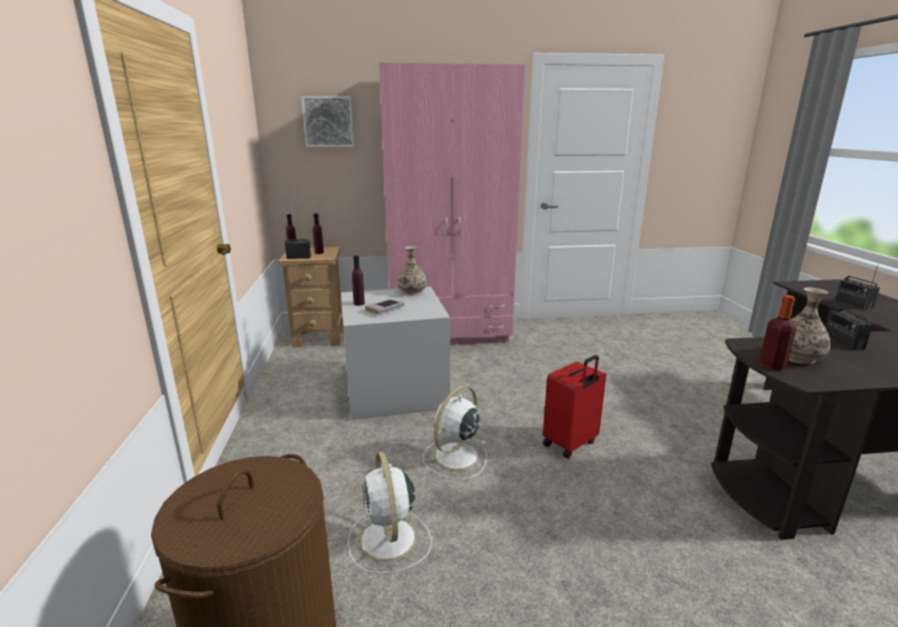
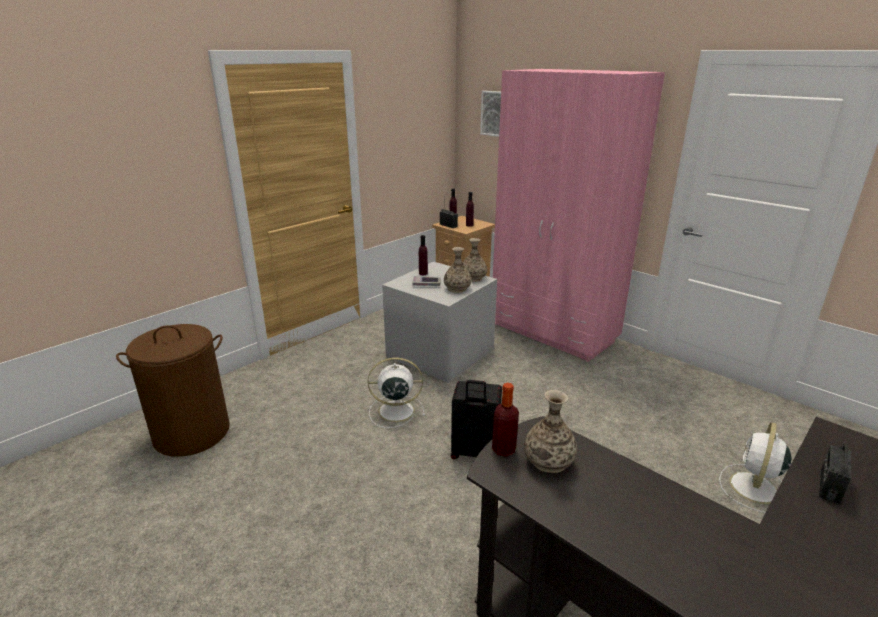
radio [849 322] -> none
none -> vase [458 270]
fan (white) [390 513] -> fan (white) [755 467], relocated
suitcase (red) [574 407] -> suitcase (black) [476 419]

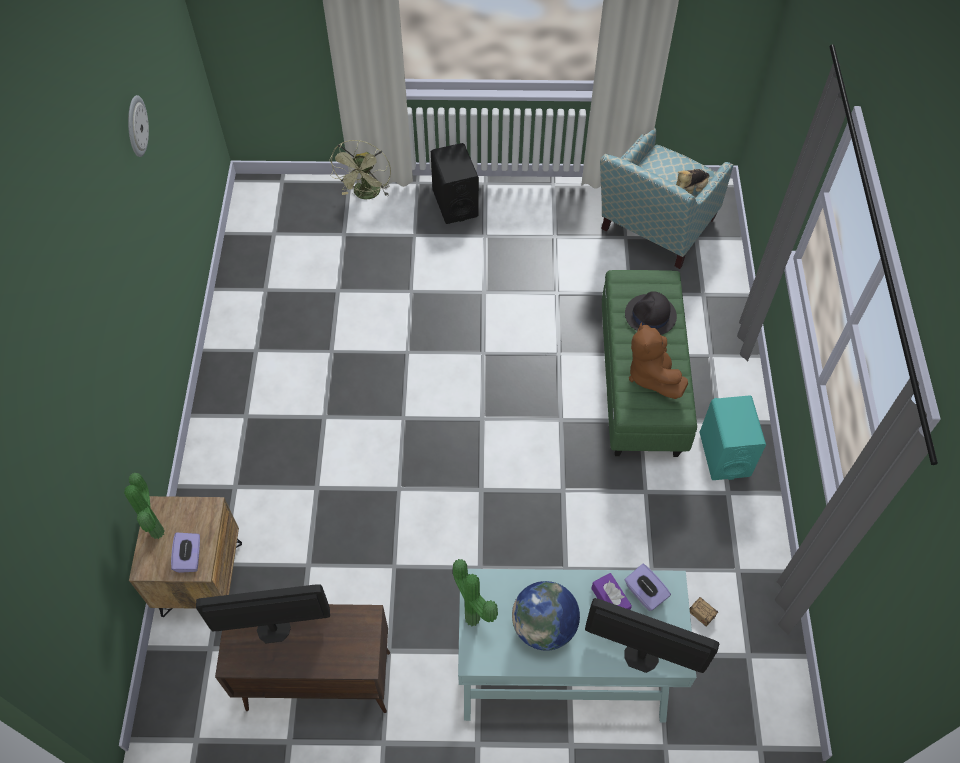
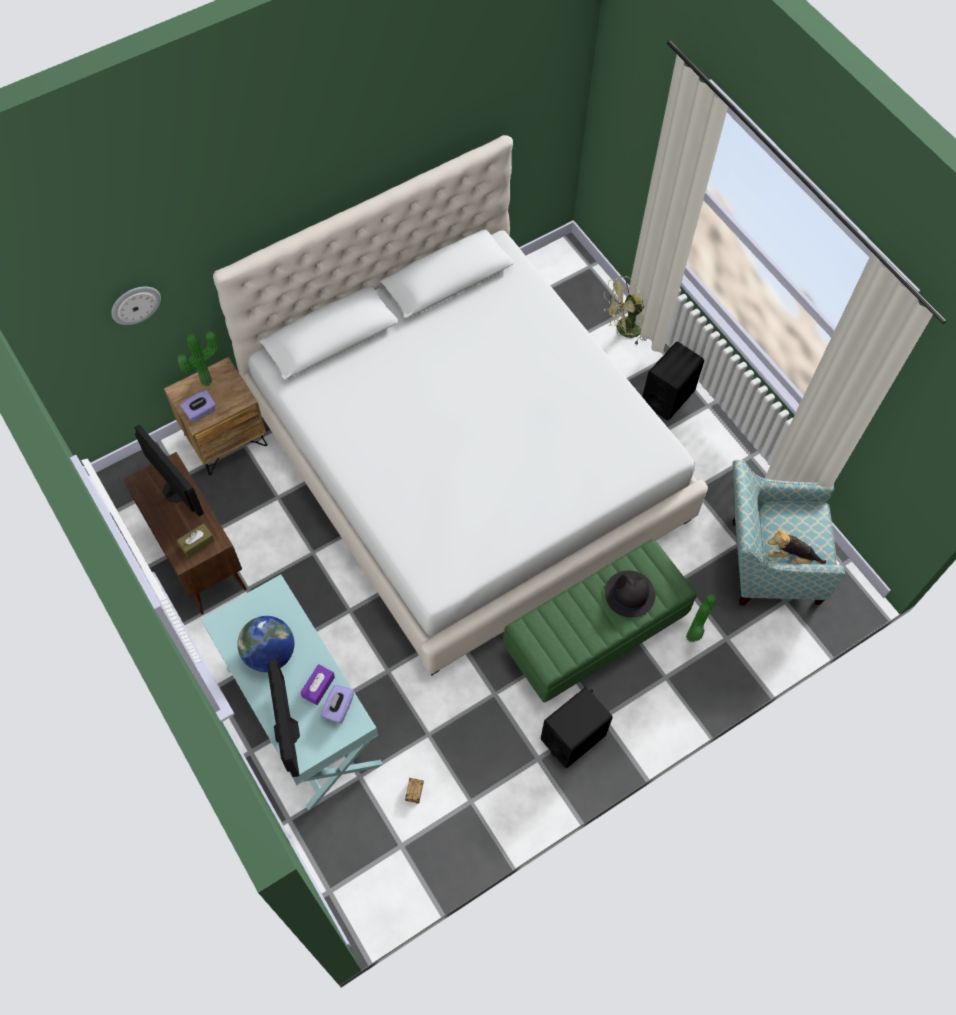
plush toy (brown) [658 361] -> none
none -> tissue box (brown) [196 540]
none -> bed (white) [460 405]
wall clock [138 126] -> wall clock [136 306], relocated
potted plant [475 592] -> potted plant [701 618], relocated
speaker (turquoise) [732 437] -> speaker (black) [577 728]

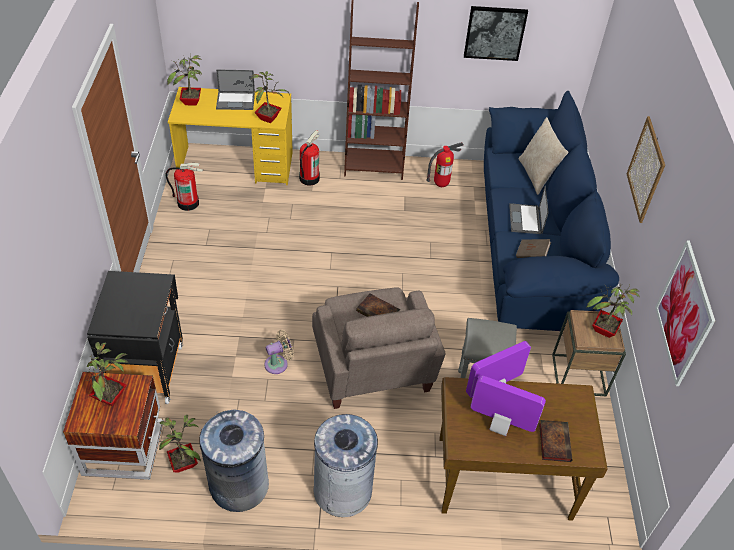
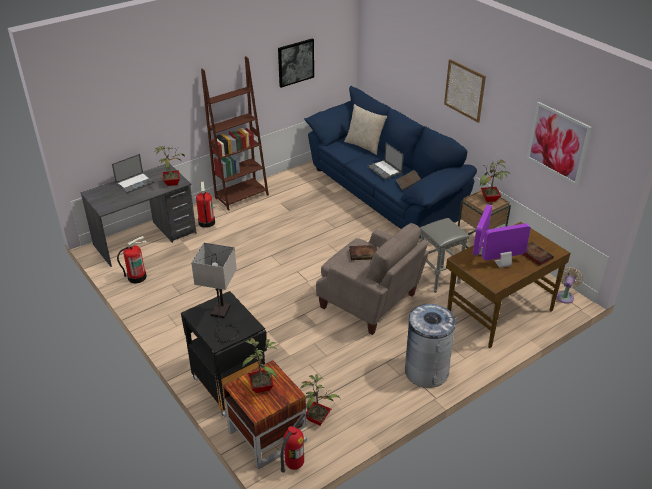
potted plant [184 80] -> none
trash can (grey) [234 461] -> none
none -> table lamp [215 293]
fan (beige) [279 352] -> fan (beige) [570 285], relocated
fire extinguisher [444 164] -> fire extinguisher [292 443], relocated
desk (yellow) [230 136] -> desk (grey) [138 215]

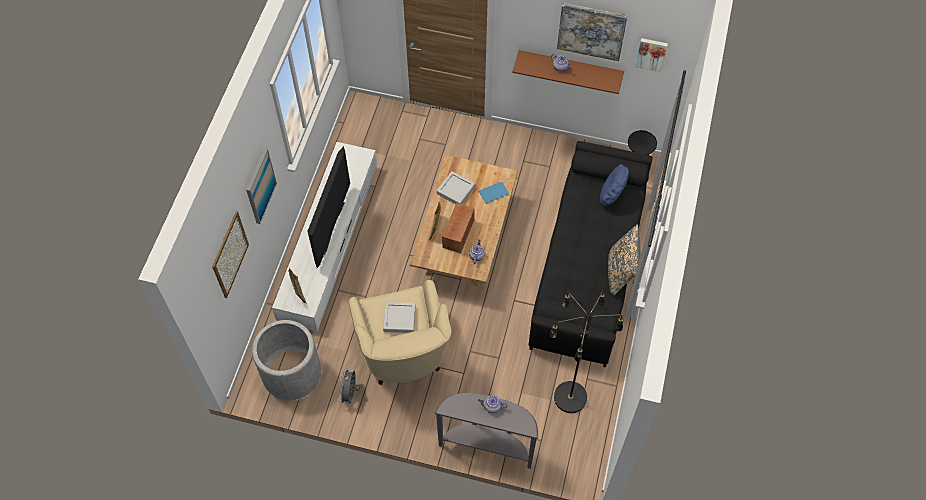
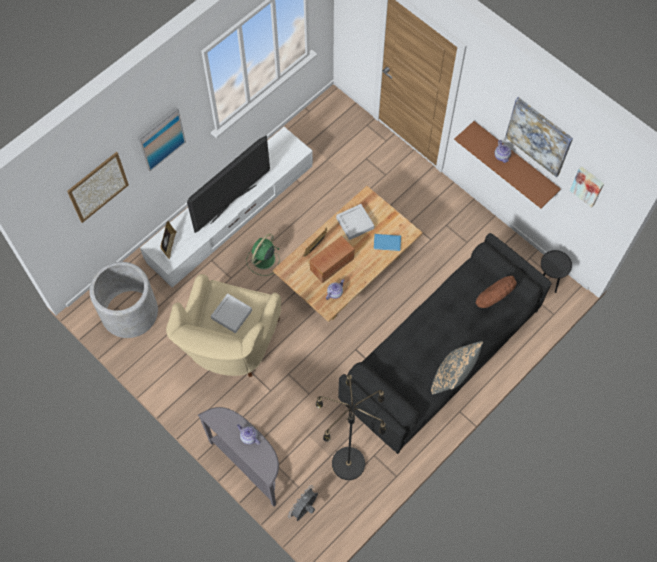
none -> fan (green) [263 255]
fan (grey) [349 386] -> fan (grey) [303 503], relocated
pillow (blue) [614 185] -> pillow (brown) [496 292]

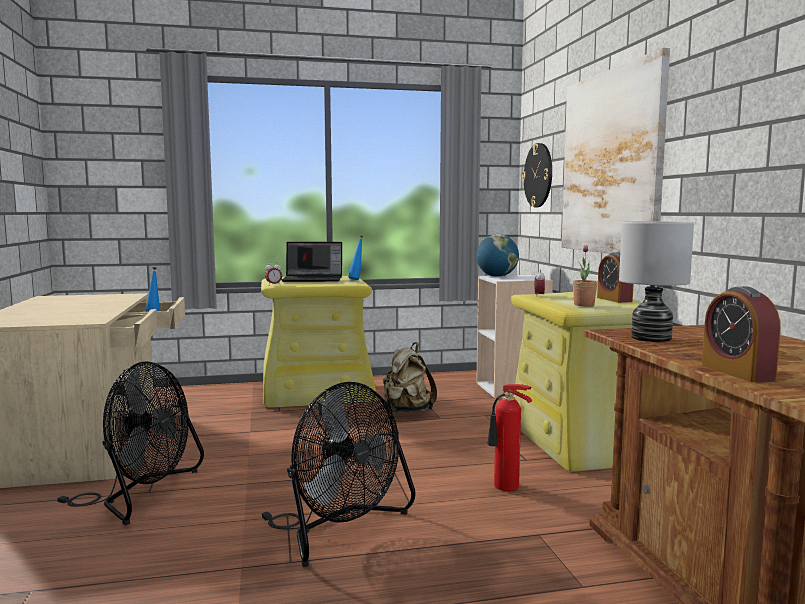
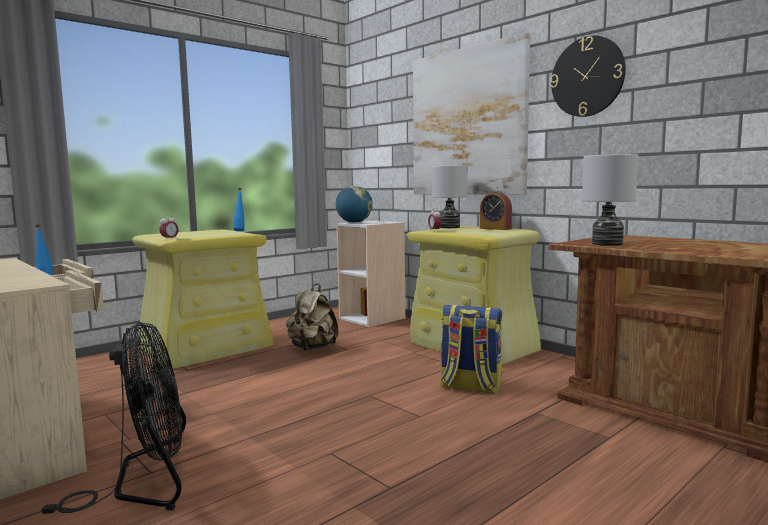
fan (black) [338 474] -> none
laptop [312 262] -> none
potted plant [585 275] -> none
alarm clock [741 334] -> none
none -> table lamp (grey) [449 196]
wall clock [537 175] -> wall clock [588 76], relocated
fire extinguisher [510 437] -> backpack [471 349]

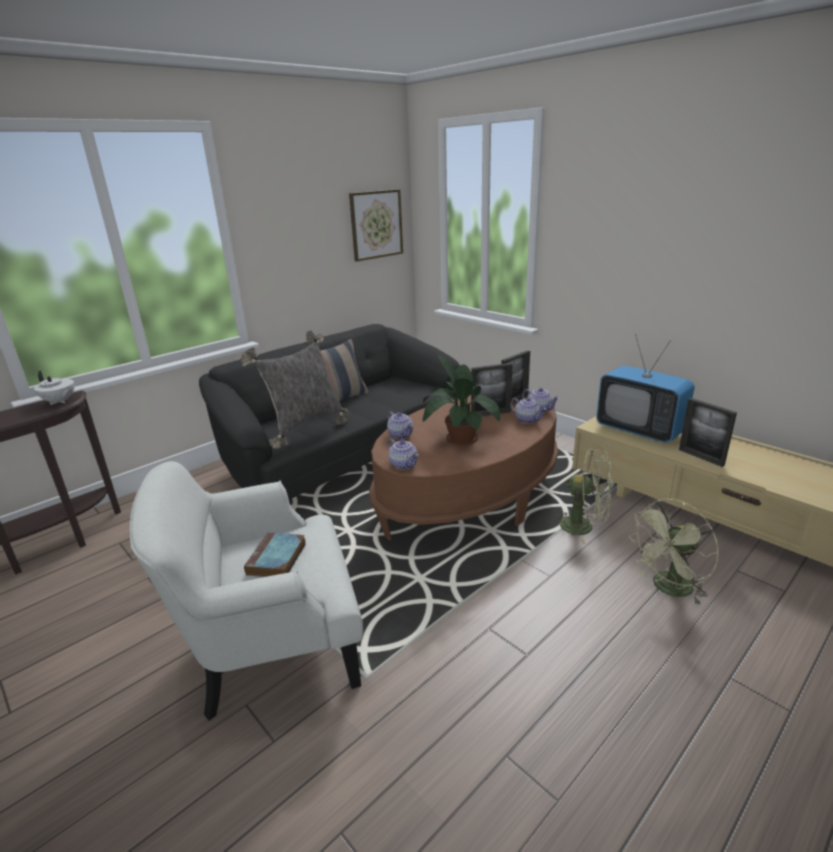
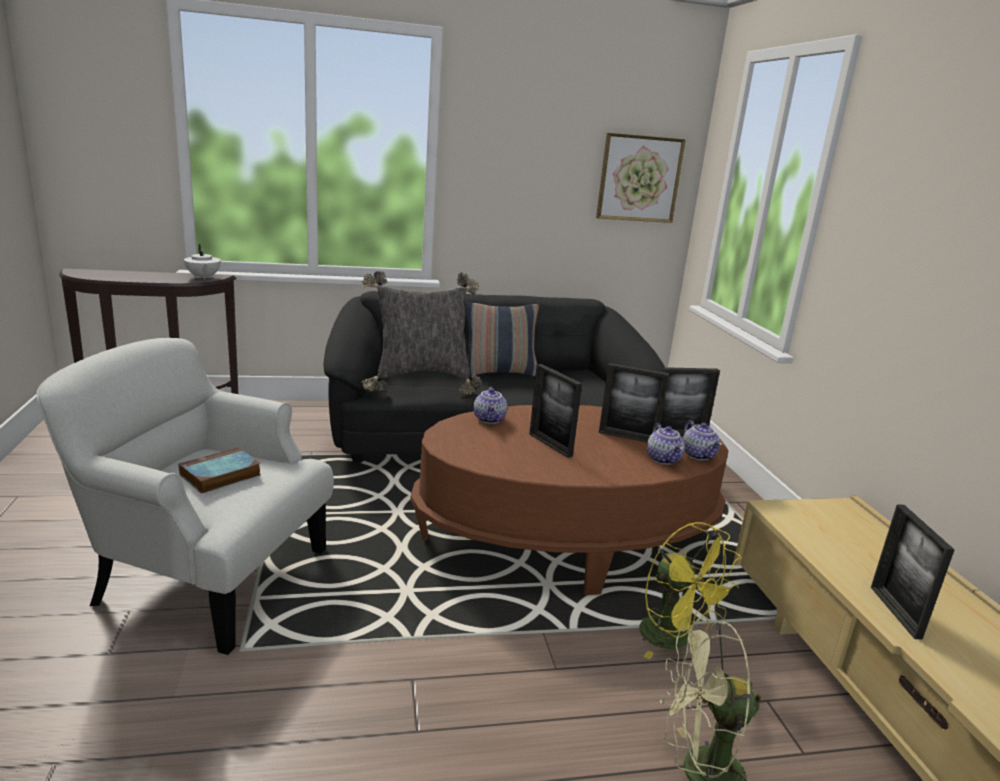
teapot [403 454] -> none
television [645 388] -> none
potted plant [461 400] -> picture frame [556 411]
fan (green) [584 496] -> fan (yellow) [690 590]

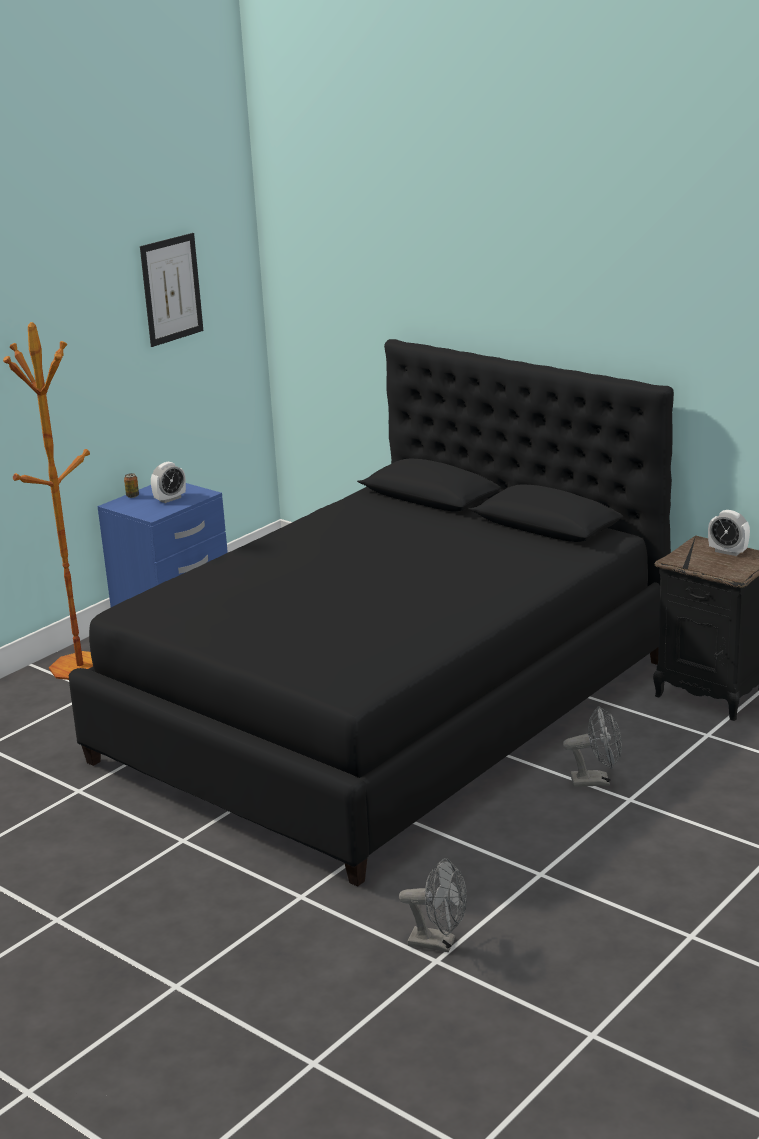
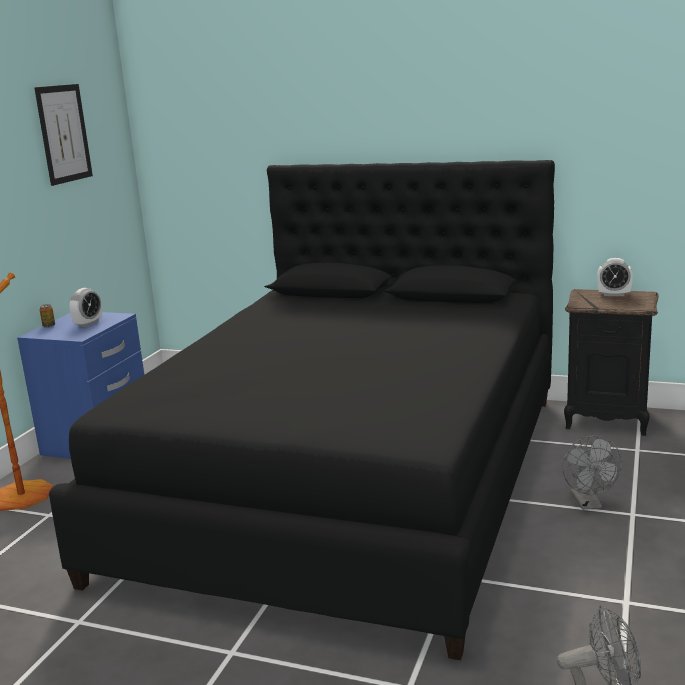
fan (grey) [592 746] -> fan (grey) [592 473], 105 degrees clockwise

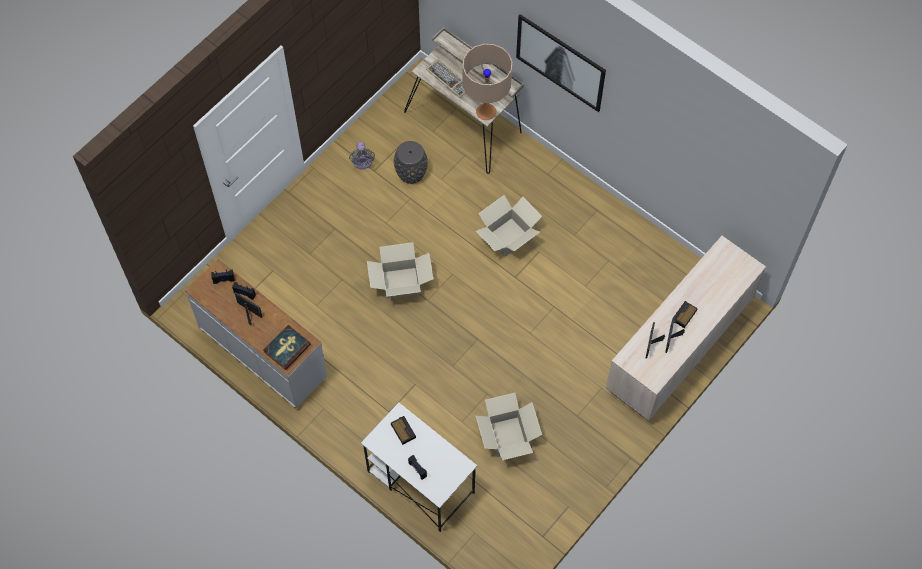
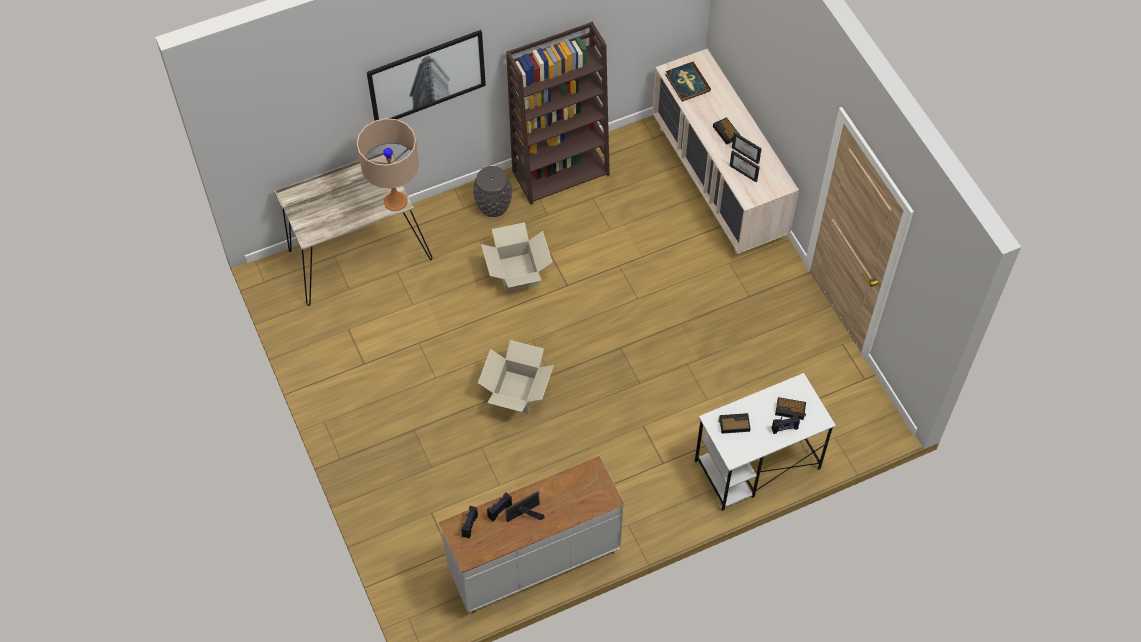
fan (grey) [362 155] -> none
keyboard [445 77] -> none
cardboard box [509 426] -> none
none -> bookcase (brown) [558 113]
none -> alarm clock [790 408]
book [287 347] -> book [688 82], relocated
stool (grey) [411 162] -> stool (grey) [492 191], relocated

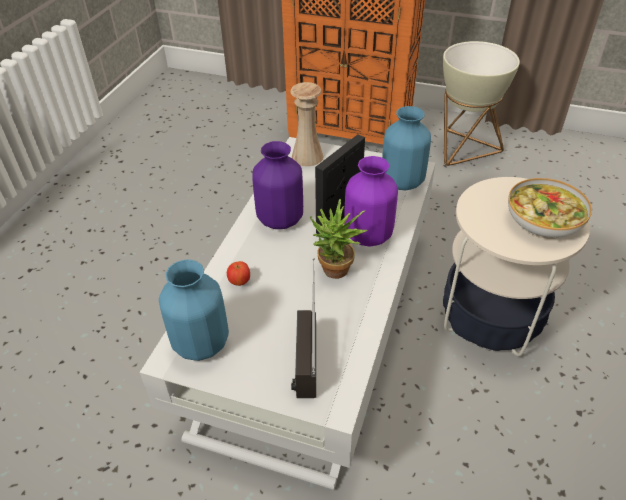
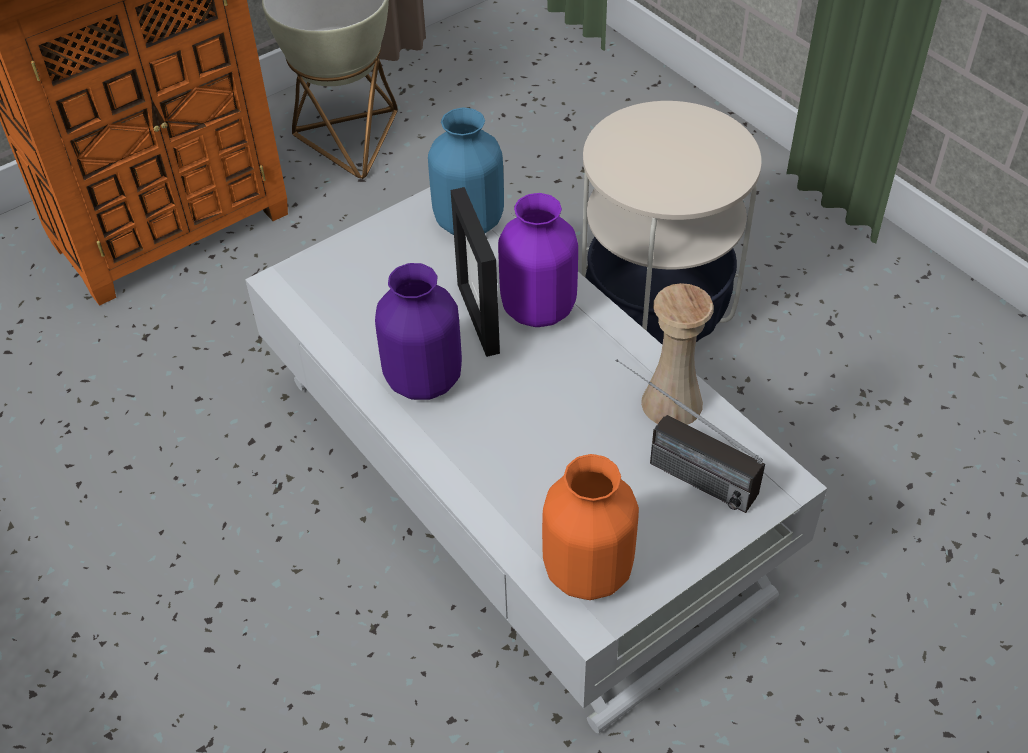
apple [238 273] -> none
potted plant [338 239] -> none
bowl [550 208] -> none
vase (beige) [306 124] -> vase (beige) [677 354], relocated
vase (blue) [194 310] -> vase (orange) [590 527]

